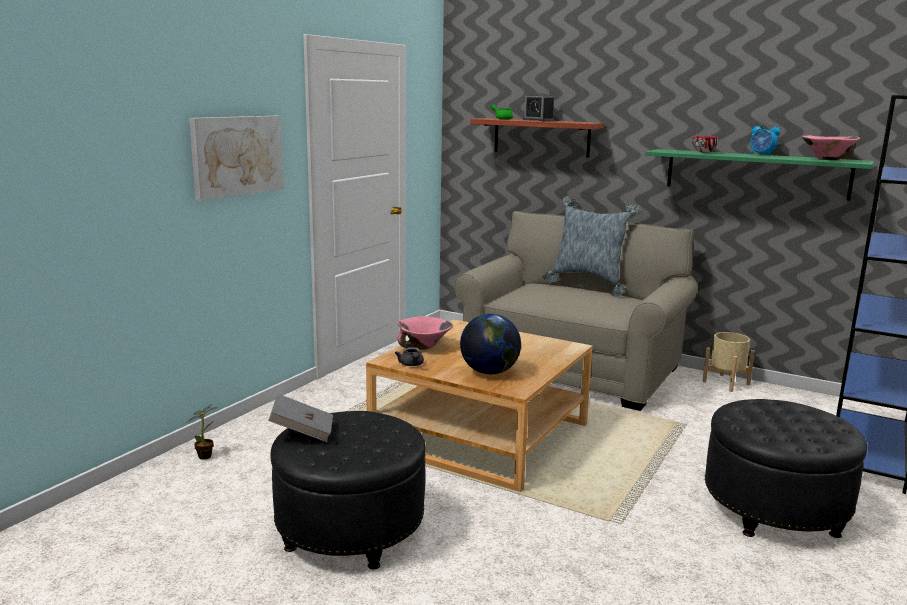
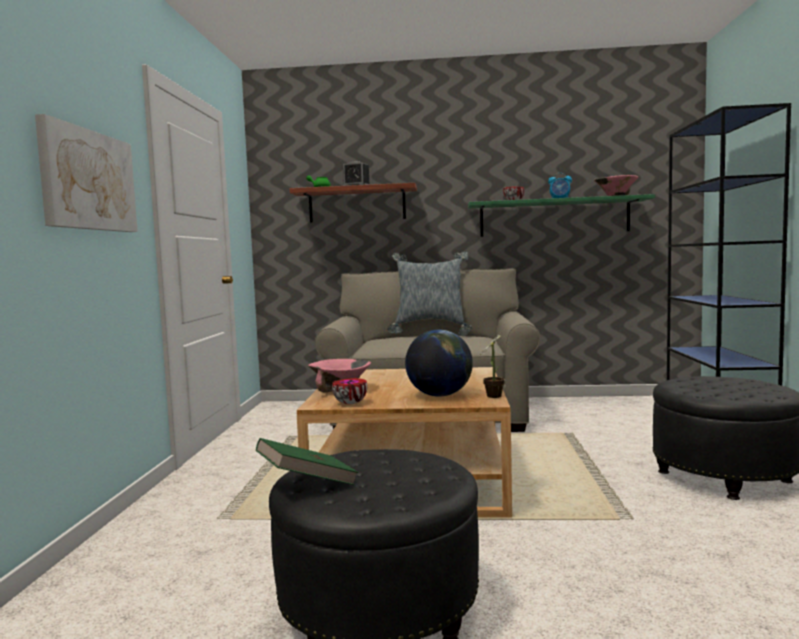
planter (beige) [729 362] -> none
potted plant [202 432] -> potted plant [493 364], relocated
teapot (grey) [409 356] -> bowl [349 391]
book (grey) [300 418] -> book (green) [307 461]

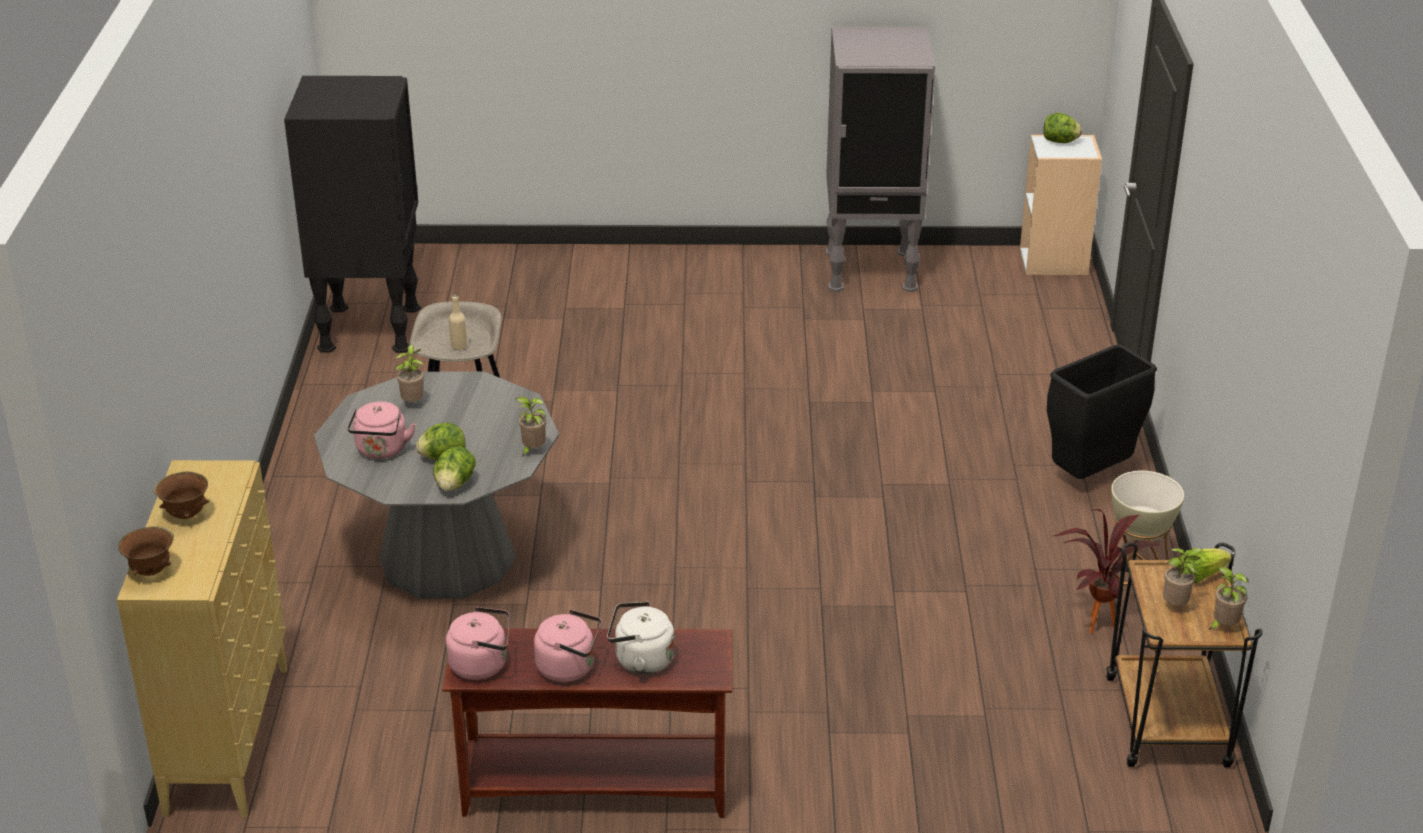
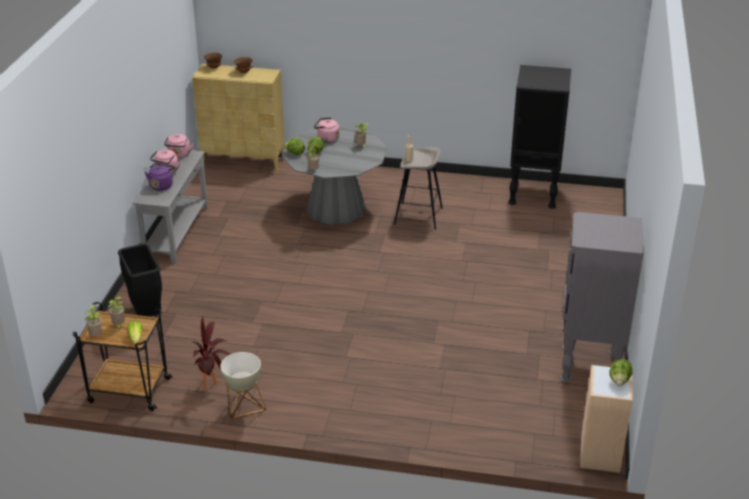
trash can (black) [1102 411] -> trash can (black) [140 280], relocated
console table (brown) [587 723] -> console table (grey) [170 207]
kettle (white) [641 637] -> kettle (purple) [160 177]

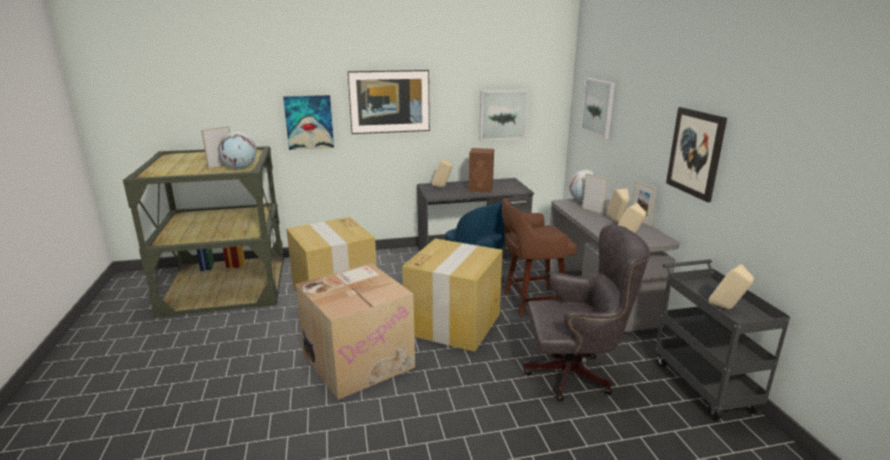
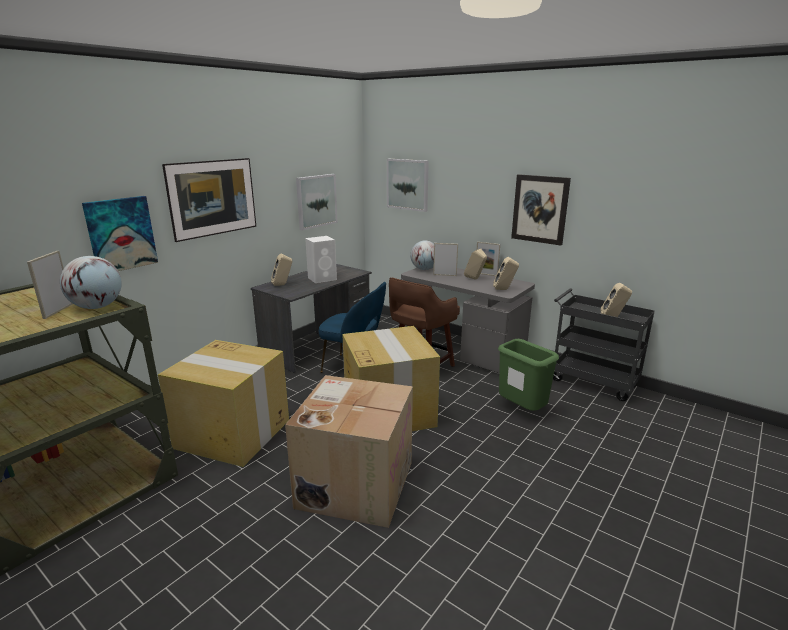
office chair (grey) [586 313] -> trash can (green) [528 375]
speaker (brown) [481 170] -> speaker (white) [321 259]

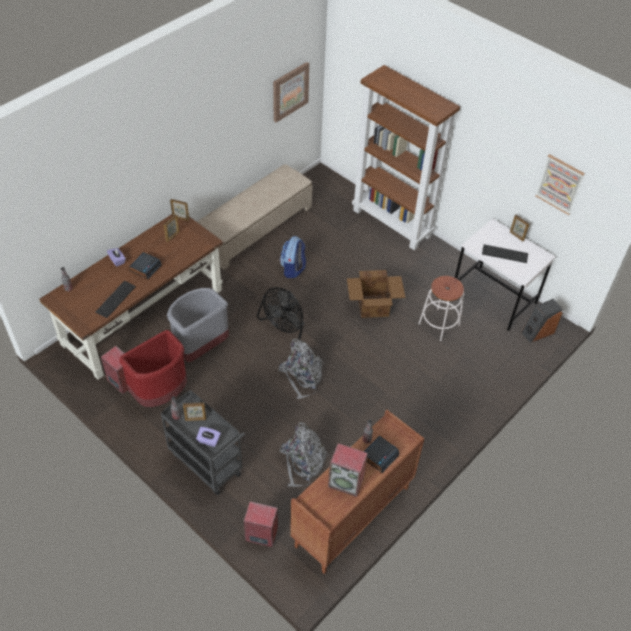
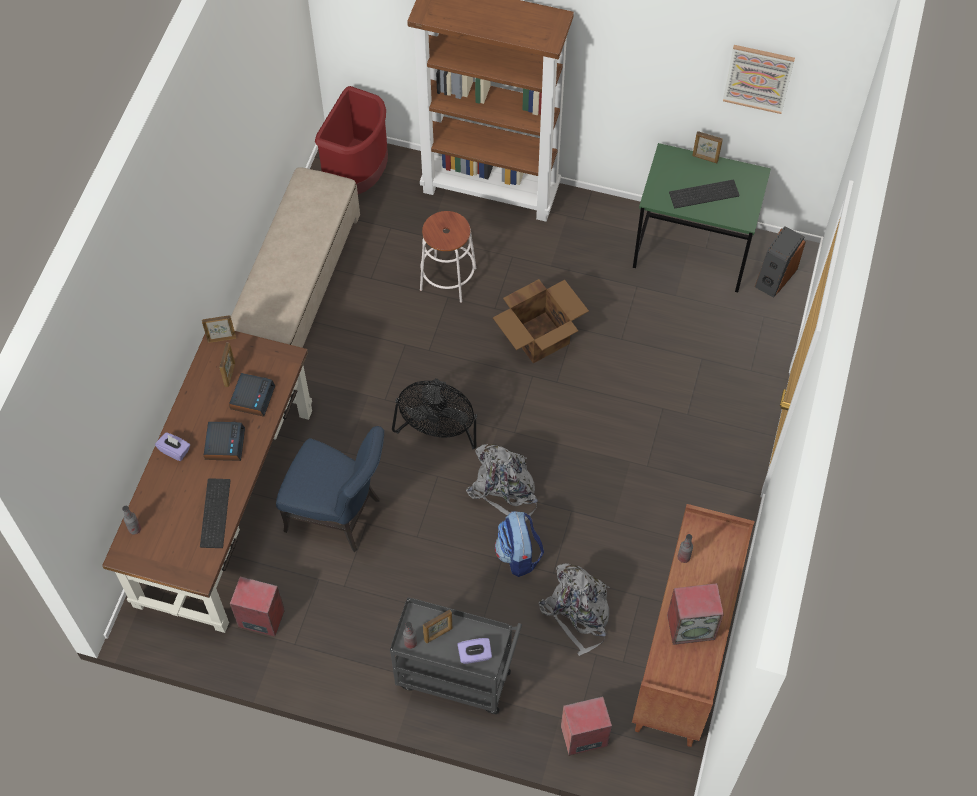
picture [291 92] -> none
trash can (red) [153 368] -> trash can (red) [351 140], relocated
backpack [293 257] -> backpack [519 544], relocated
alarm clock [381 454] -> alarm clock [252 395], relocated
stool (white) [441 308] -> stool (white) [448 257], relocated
trash can (grey) [198 325] -> chair (blue) [330 489]
desk (white) [505 274] -> desk (green) [702 217]

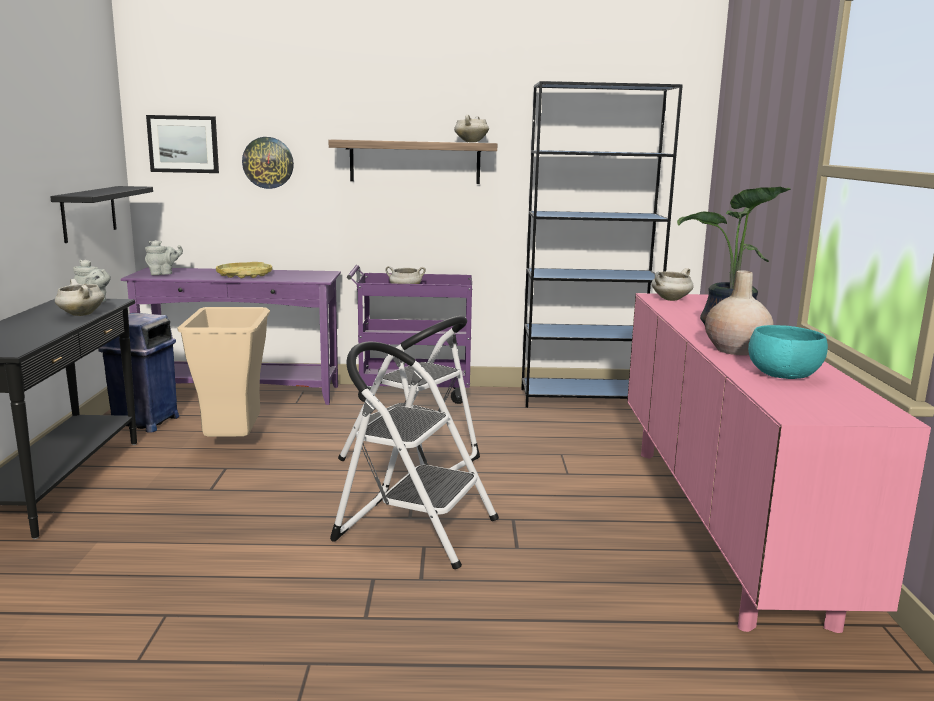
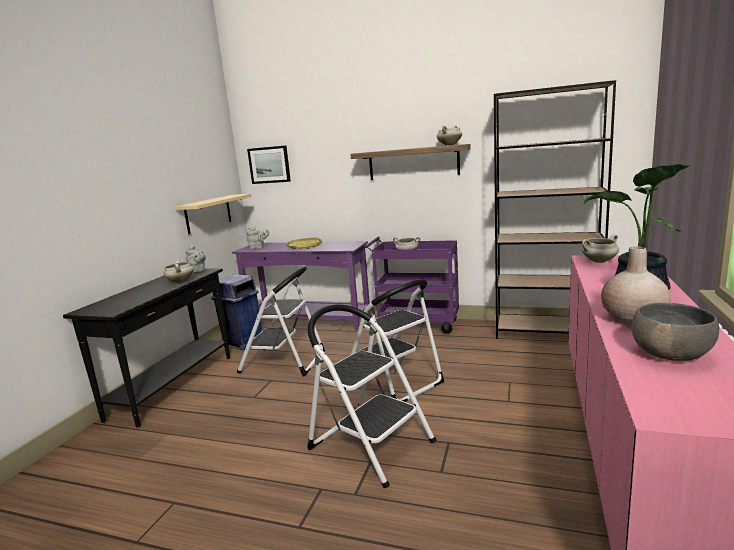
wall clock [268 163] -> none
trash can (beige) [223 372] -> step ladder [281 321]
shelf (black) [101 214] -> shelf (beige) [213 214]
bookcase (blue) [602 244] -> bookcase (beige) [555 209]
bowl (turquoise) [788 352] -> bowl (grey) [675 332]

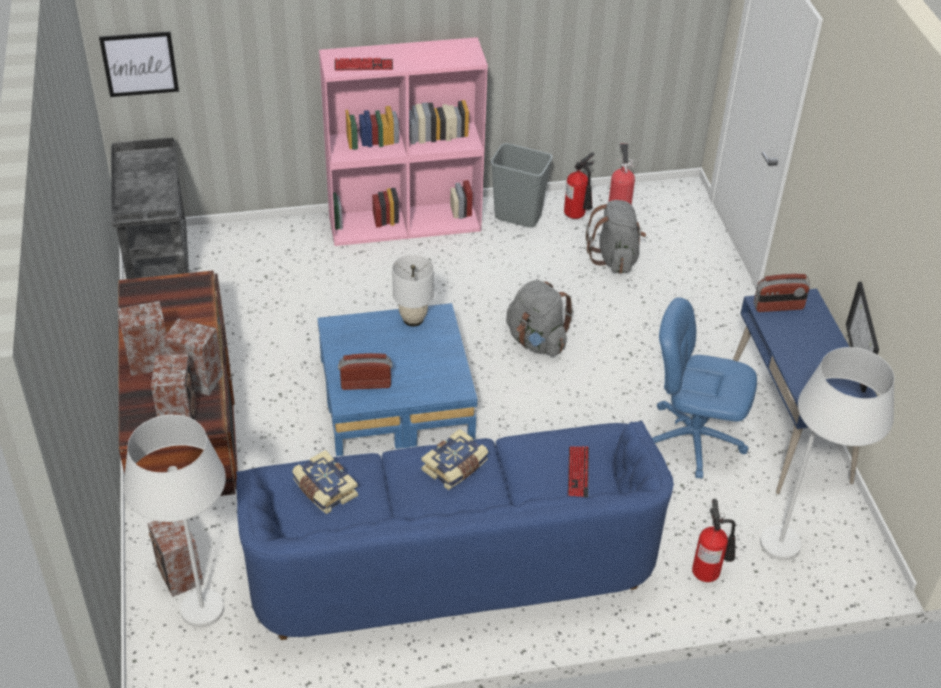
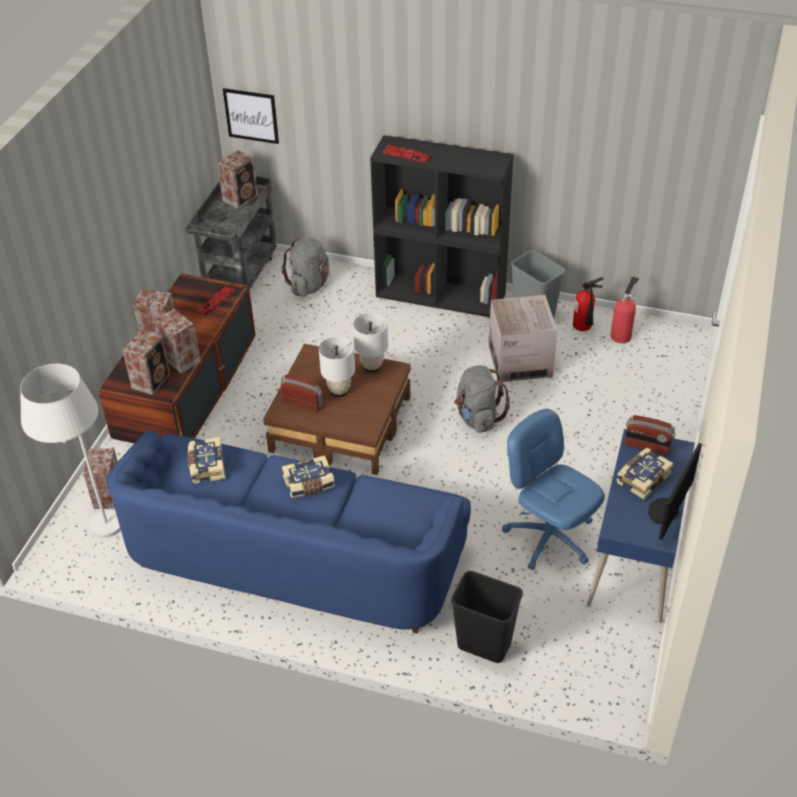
floor lamp (white) [827 453] -> none
none -> speaker [237 179]
none -> table lamp (white) [337 366]
none -> cardboard box [523 338]
none -> book [644 473]
keyboard [578 472] -> keyboard [216 301], relocated
backpack (grey) [616 237] -> backpack (grey) [305 267], relocated
fire extinguisher [713 540] -> trash can (black) [487 617]
coffee table (blue) [397 379] -> coffee table (brown) [337 409]
bookcase (pink) [403 141] -> bookcase (black) [441 226]

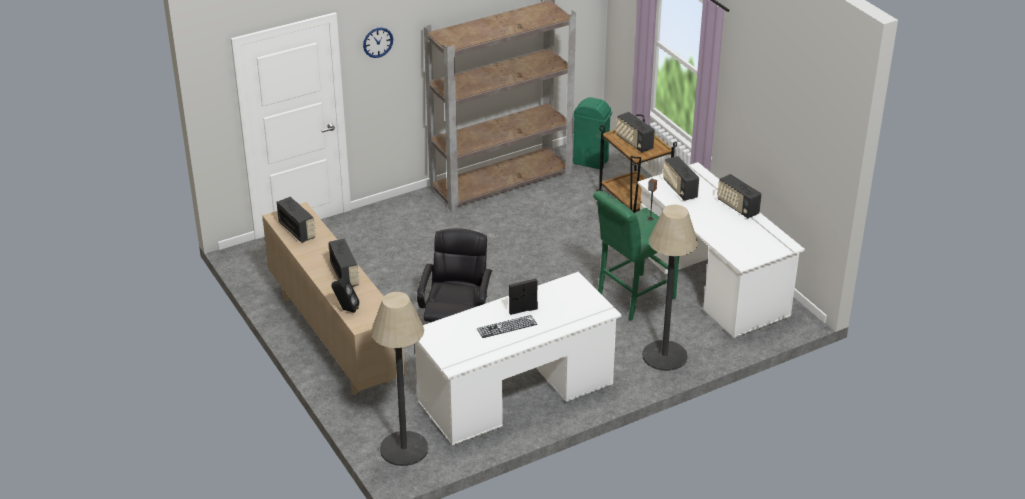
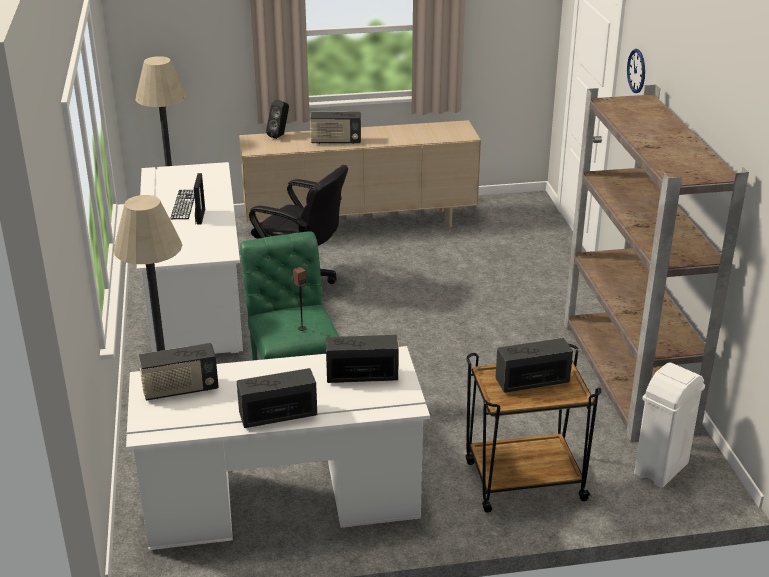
radio [296 220] -> radio [179 372], relocated
trash can (green) [592 133] -> trash can (white) [669 425]

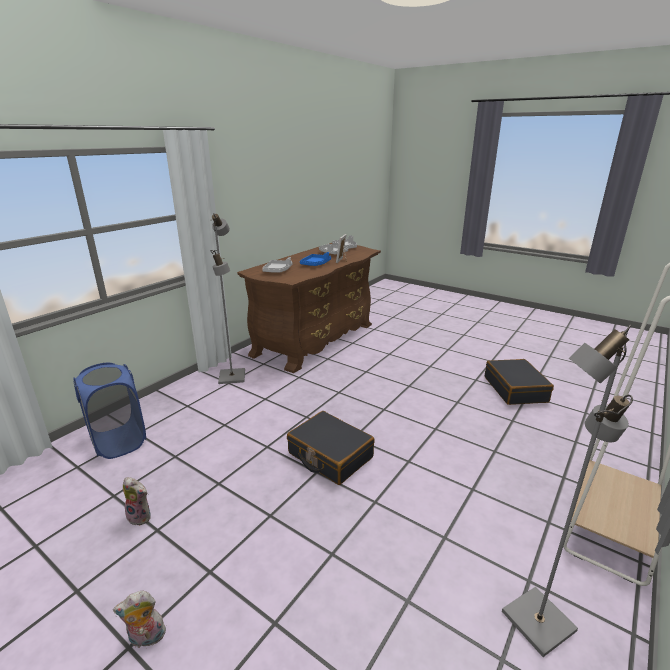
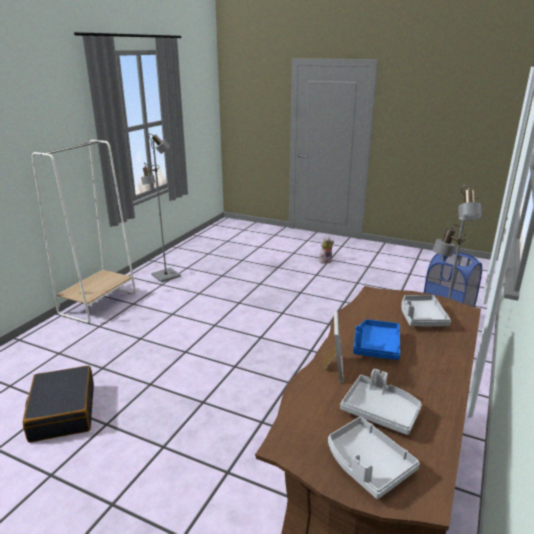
plush toy [137 501] -> none
suitcase (black) [331 448] -> none

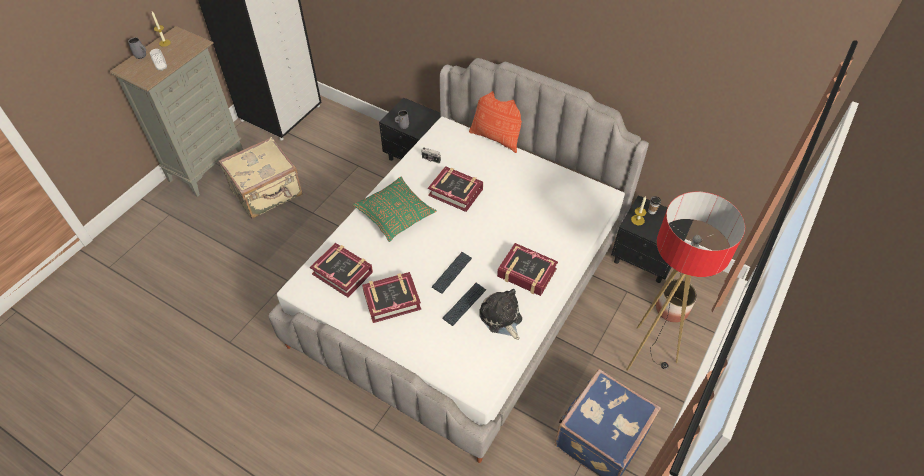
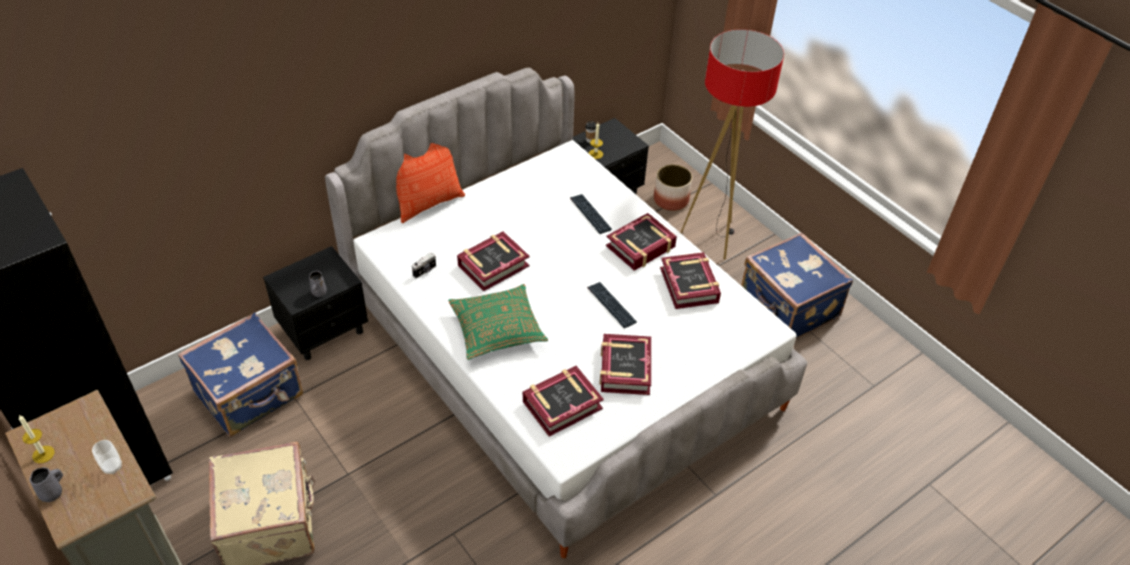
none -> suitcase (blue) [240 374]
keyboard [464 304] -> keyboard [591 214], relocated
plush toy [500 314] -> book [690 280]

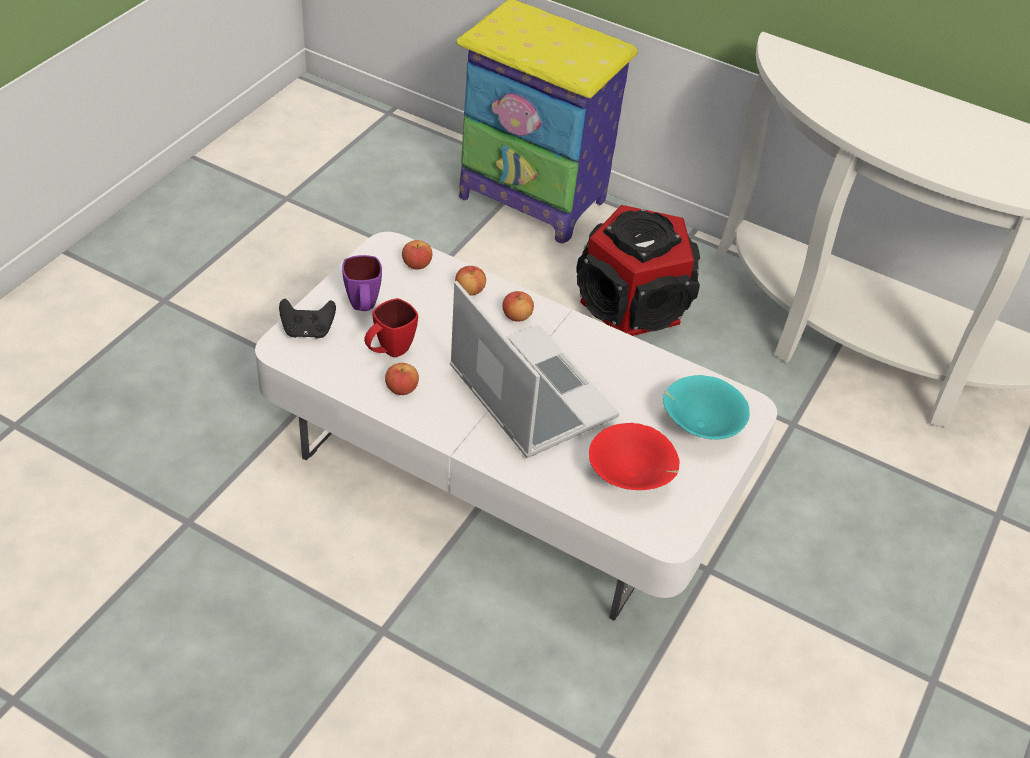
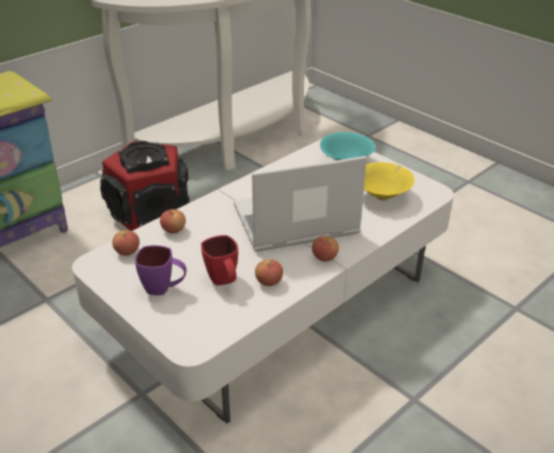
game controller (black) [307 318] -> none
apple [518 306] -> apple [325 249], relocated
bowl (red) [634 456] -> bowl (yellow) [389 181]

